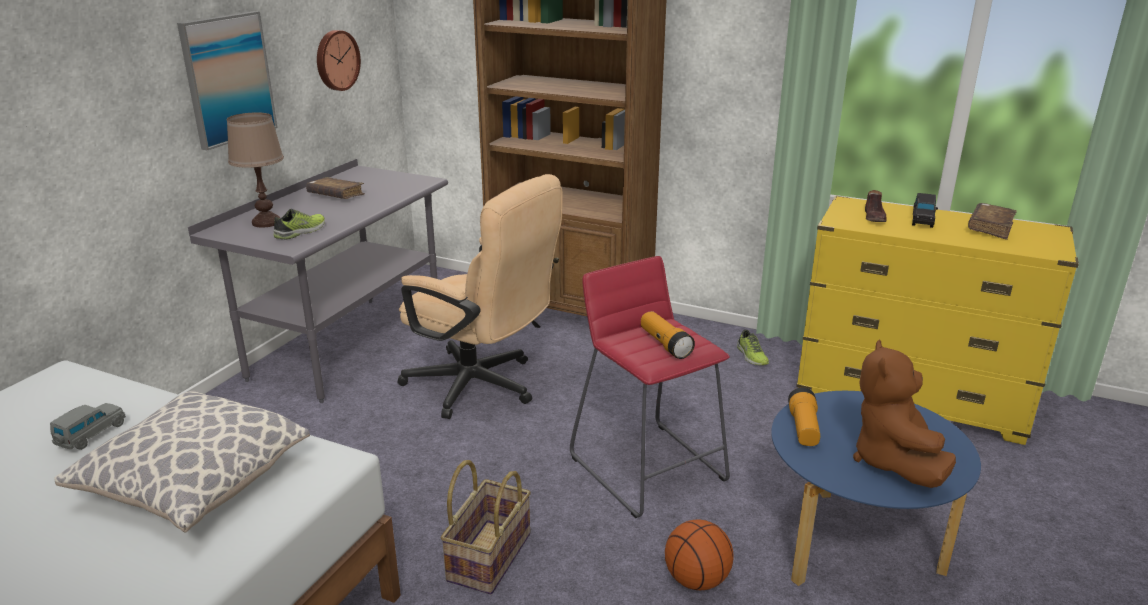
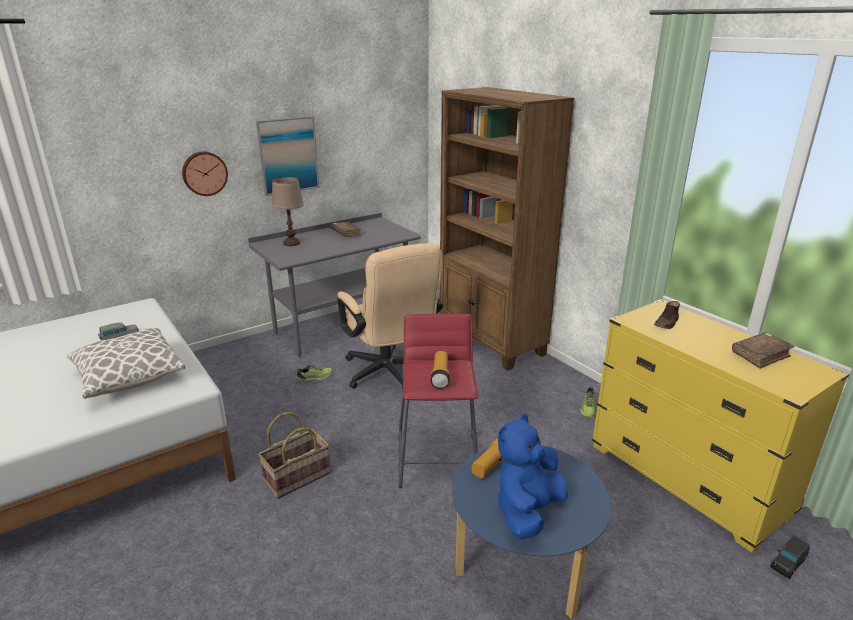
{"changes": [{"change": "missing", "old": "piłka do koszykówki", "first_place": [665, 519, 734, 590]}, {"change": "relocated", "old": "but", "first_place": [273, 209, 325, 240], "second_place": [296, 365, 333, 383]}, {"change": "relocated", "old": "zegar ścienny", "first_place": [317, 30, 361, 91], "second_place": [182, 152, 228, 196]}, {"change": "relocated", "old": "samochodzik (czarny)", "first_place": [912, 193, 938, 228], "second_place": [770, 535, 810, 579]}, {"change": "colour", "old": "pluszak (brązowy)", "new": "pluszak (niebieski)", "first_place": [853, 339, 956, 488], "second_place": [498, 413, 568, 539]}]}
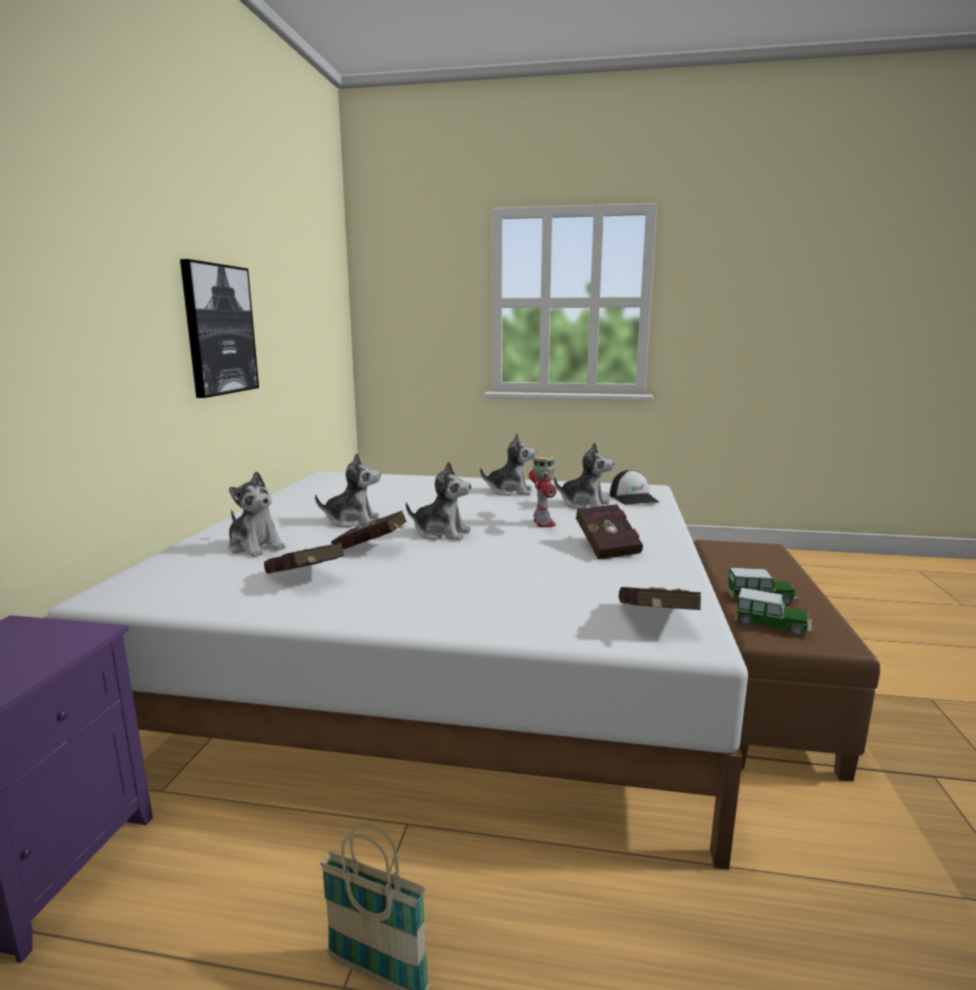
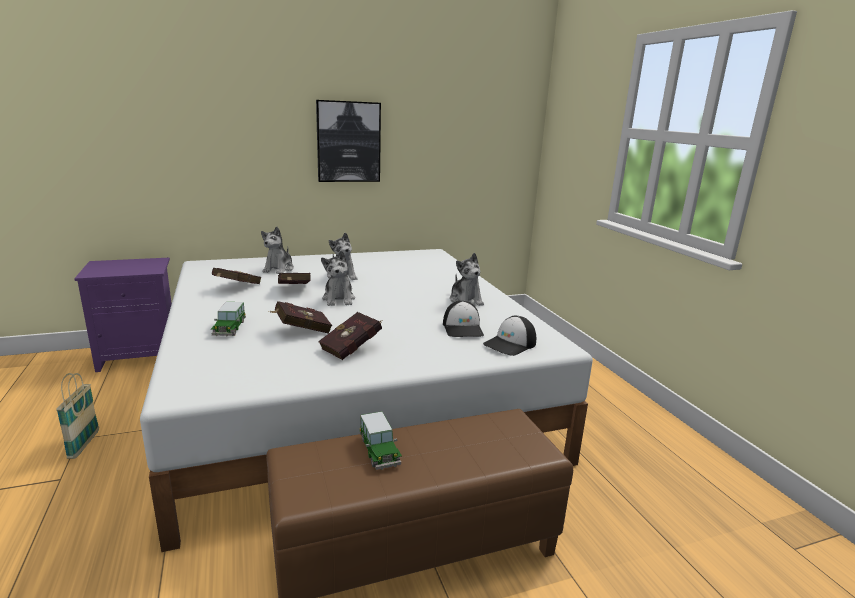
{"changes": [{"change": "missing", "old": "robot zabawkowy", "first_place": [529, 455, 557, 527]}, {"change": "relocated", "old": "książka (czerwony)", "first_place": [619, 587, 701, 610], "second_place": [269, 301, 332, 334]}, {"change": "relocated", "old": "samochodzik", "first_place": [734, 588, 813, 636], "second_place": [211, 302, 246, 337]}, {"change": "exchanged", "old": "pluszak", "new": "czapka z daszkiem", "first_place": [554, 442, 614, 509], "second_place": [443, 301, 484, 337]}]}
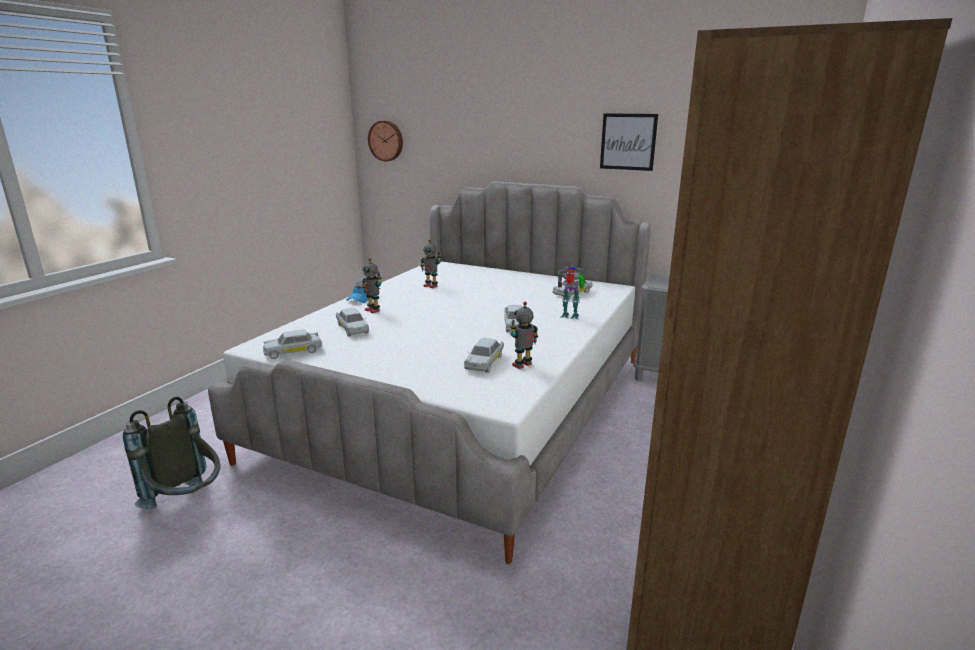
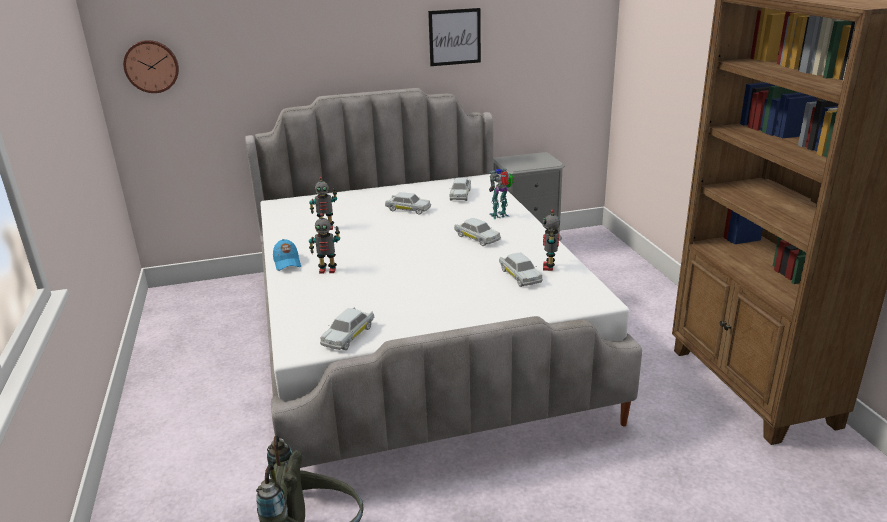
{"changes": [{"change": "relocated", "old": "samochodzik (biały)", "first_place": [336, 308, 369, 336], "second_place": [385, 192, 431, 215]}]}
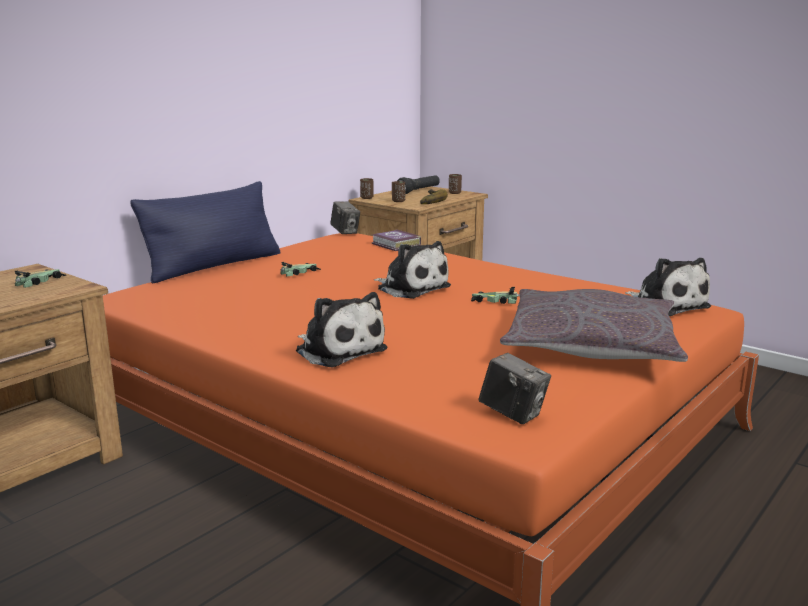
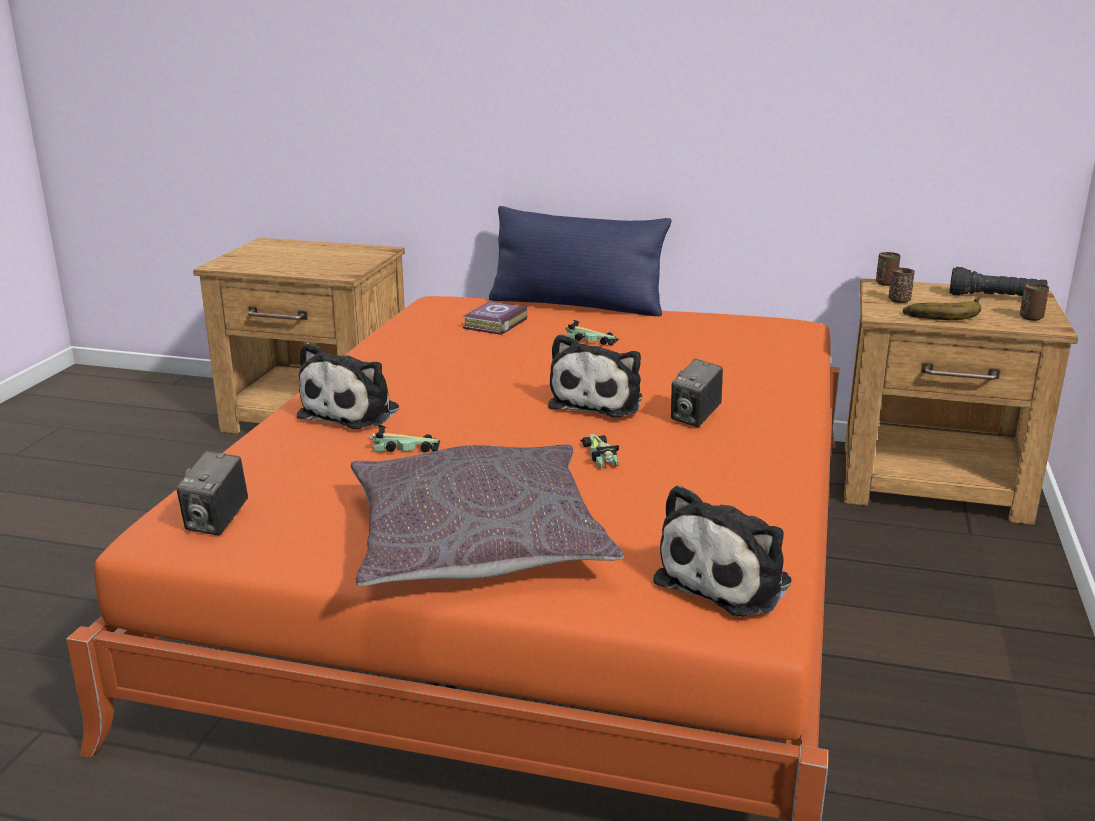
{"changes": [{"change": "relocated", "old": "samochodzik", "first_place": [14, 269, 66, 288], "second_place": [369, 425, 440, 452]}, {"change": "relocated", "old": "aparat fotograficzny", "first_place": [330, 201, 360, 234], "second_place": [671, 359, 723, 427]}, {"change": "relocated", "old": "książka", "first_place": [372, 229, 421, 251], "second_place": [463, 302, 528, 335]}]}
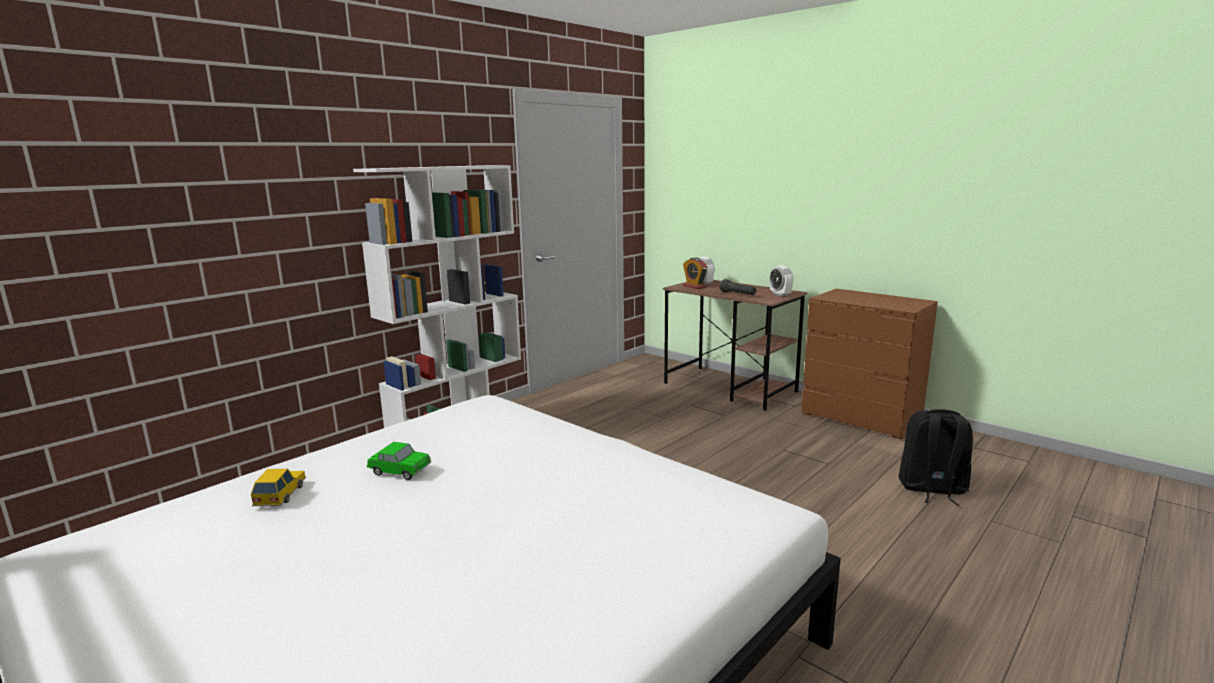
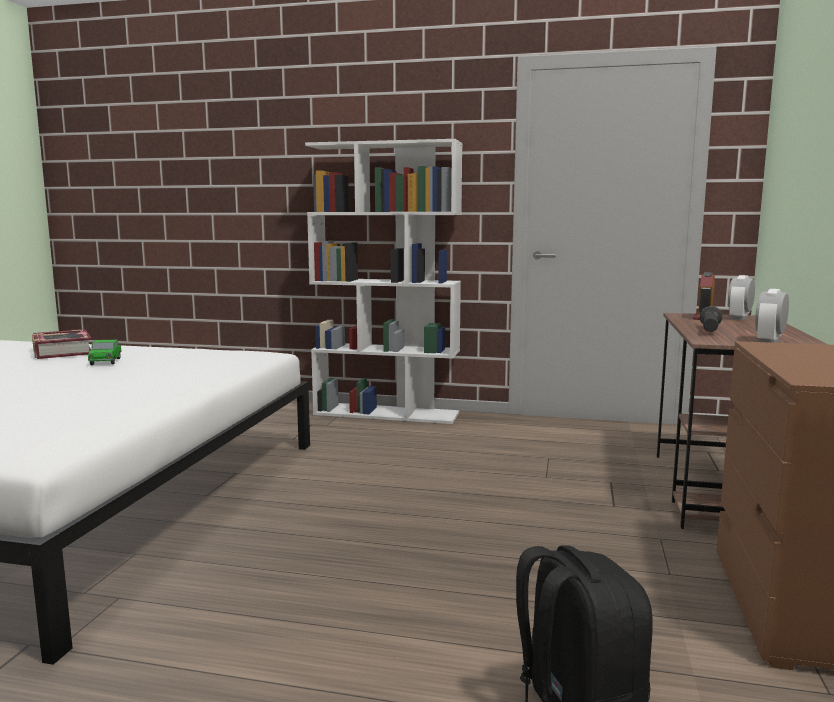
{"changes": [{"change": "exchanged", "old": "samochodzik", "new": "książka", "first_place": [251, 469, 306, 506], "second_place": [32, 329, 92, 359]}]}
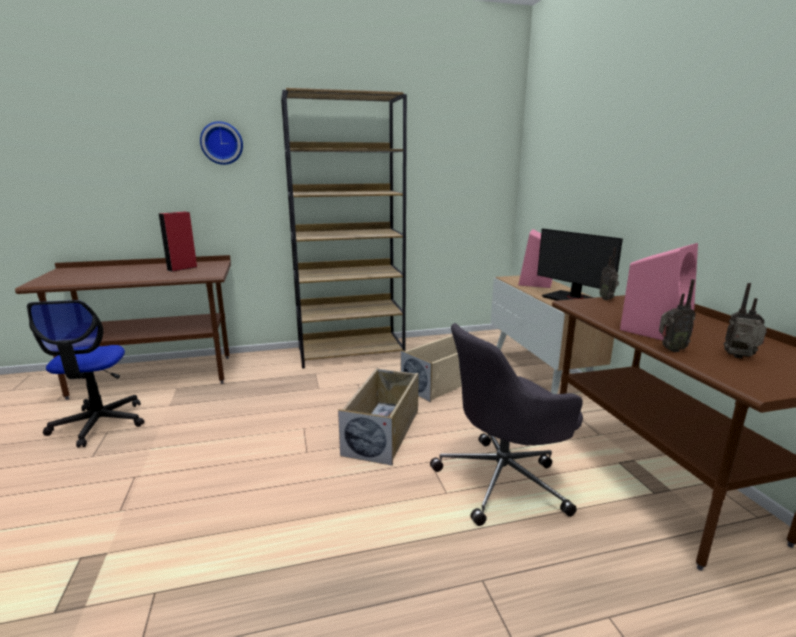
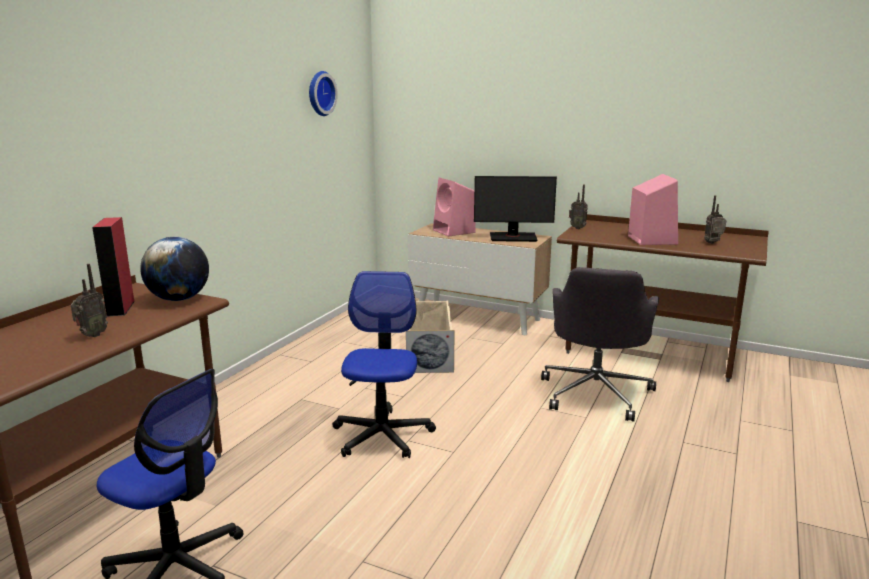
{"changes": [{"change": "missing", "old": "regał (brązowy)", "first_place": [281, 88, 407, 369]}, {"change": "missing", "old": "pojemnik do przechowywania (beżowy)", "first_place": [338, 368, 419, 466]}, {"change": "appeared", "new": "globus", "second_place": [140, 237, 209, 301]}, {"change": "appeared", "new": "krzesło biurowe", "second_place": [332, 271, 436, 458]}, {"change": "relocated", "old": "zegar ścienny", "first_place": [200, 121, 243, 165], "second_place": [309, 71, 338, 116]}, {"change": "relocated", "old": "radio", "first_place": [659, 279, 696, 352], "second_place": [71, 264, 108, 337]}]}
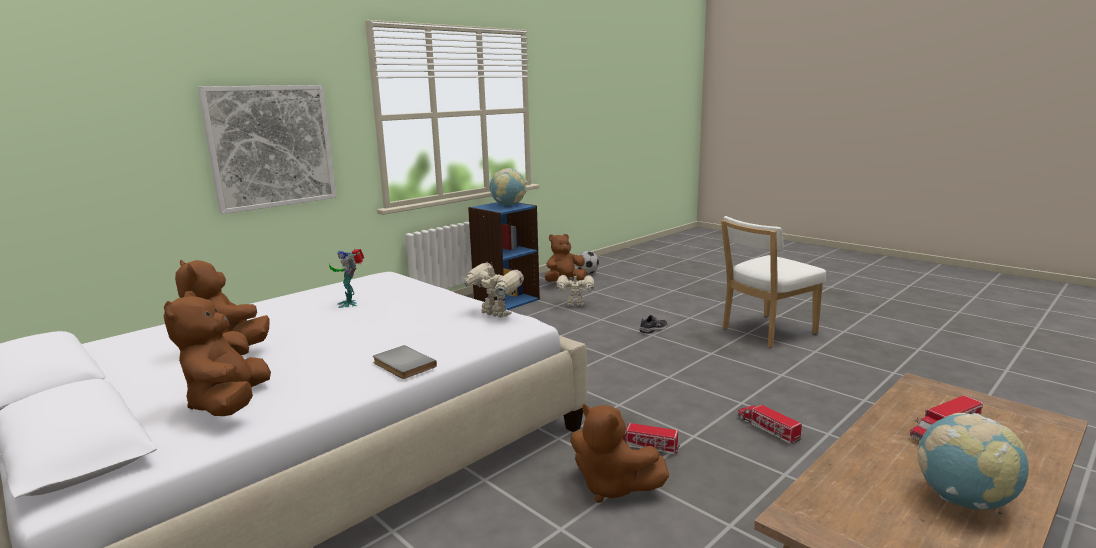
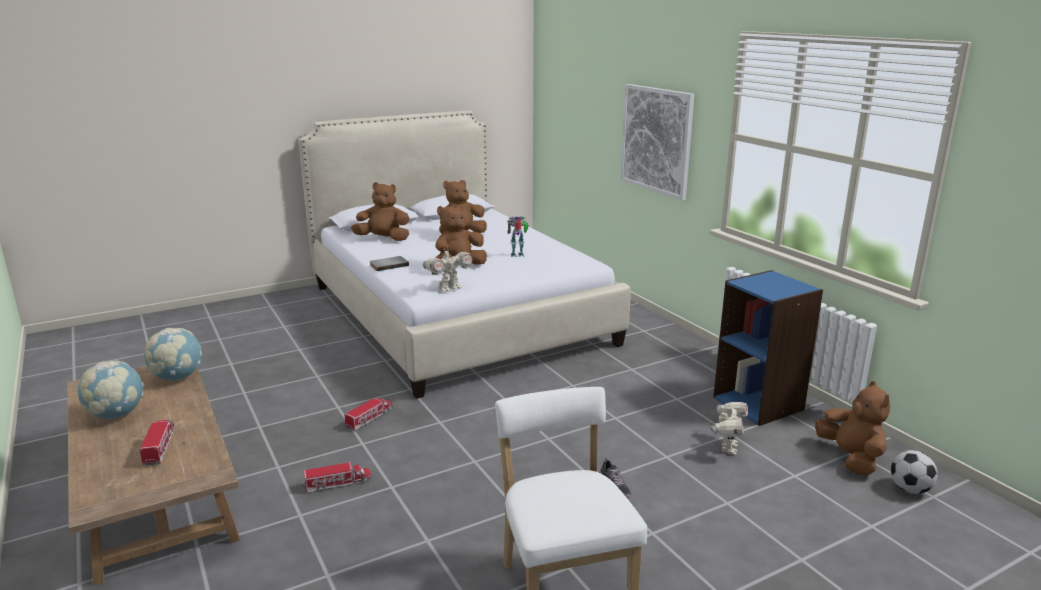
{"changes": [{"change": "relocated", "old": "globus", "first_place": [490, 168, 527, 206], "second_place": [144, 328, 202, 380]}, {"change": "relocated", "old": "pluszak (brązowy)", "first_place": [570, 404, 670, 503], "second_place": [435, 205, 487, 265]}]}
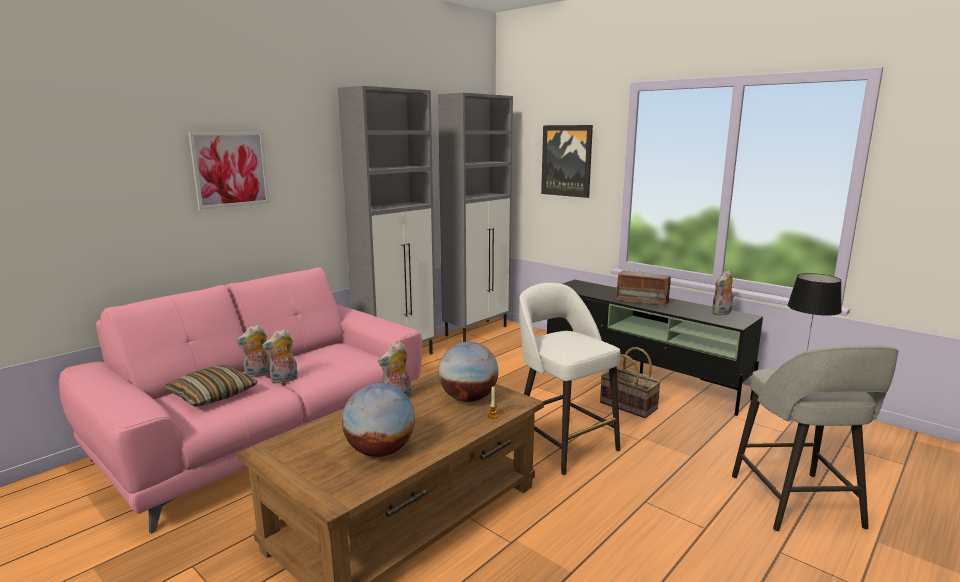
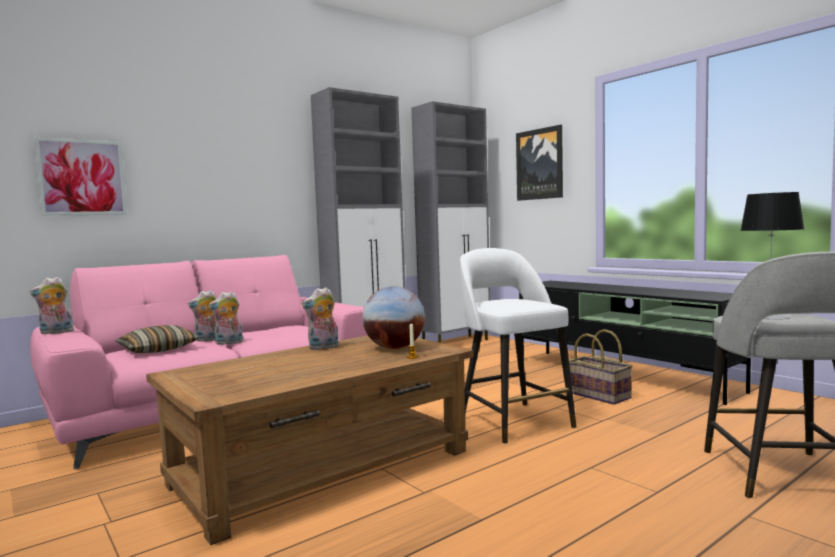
{"changes": [{"change": "missing", "old": "globus", "first_place": [342, 383, 415, 457]}, {"change": "missing", "old": "radio", "first_place": [614, 270, 671, 306]}, {"change": "relocated", "old": "obraz", "first_place": [188, 132, 269, 209], "second_place": [34, 137, 127, 216]}, {"change": "relocated", "old": "pluszak", "first_place": [711, 270, 735, 315], "second_place": [30, 277, 74, 334]}]}
